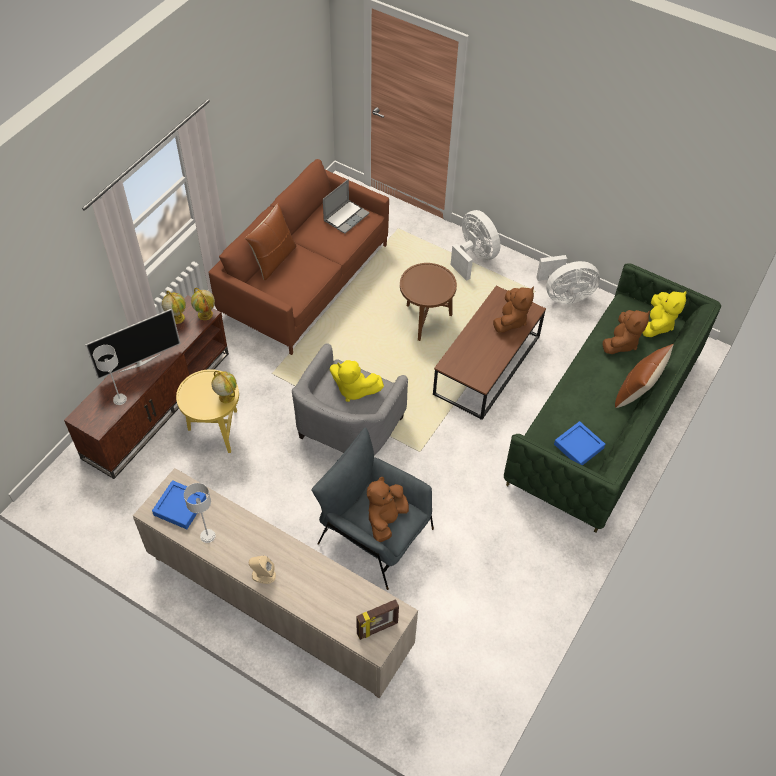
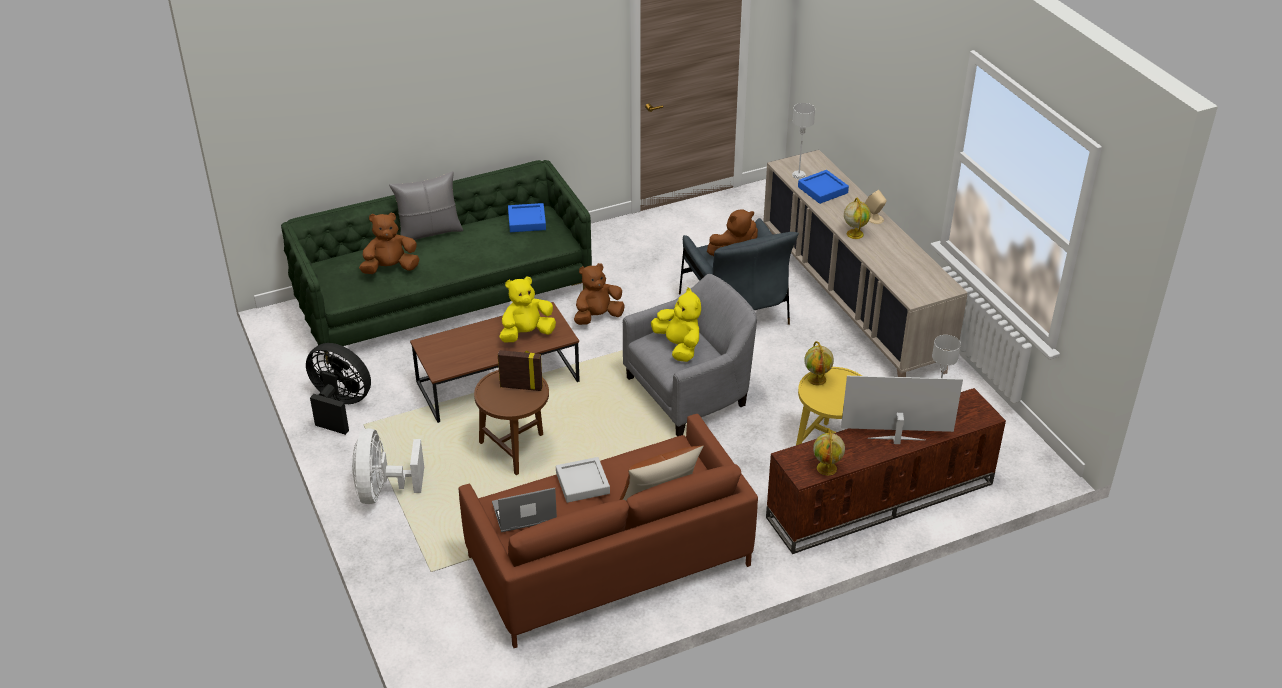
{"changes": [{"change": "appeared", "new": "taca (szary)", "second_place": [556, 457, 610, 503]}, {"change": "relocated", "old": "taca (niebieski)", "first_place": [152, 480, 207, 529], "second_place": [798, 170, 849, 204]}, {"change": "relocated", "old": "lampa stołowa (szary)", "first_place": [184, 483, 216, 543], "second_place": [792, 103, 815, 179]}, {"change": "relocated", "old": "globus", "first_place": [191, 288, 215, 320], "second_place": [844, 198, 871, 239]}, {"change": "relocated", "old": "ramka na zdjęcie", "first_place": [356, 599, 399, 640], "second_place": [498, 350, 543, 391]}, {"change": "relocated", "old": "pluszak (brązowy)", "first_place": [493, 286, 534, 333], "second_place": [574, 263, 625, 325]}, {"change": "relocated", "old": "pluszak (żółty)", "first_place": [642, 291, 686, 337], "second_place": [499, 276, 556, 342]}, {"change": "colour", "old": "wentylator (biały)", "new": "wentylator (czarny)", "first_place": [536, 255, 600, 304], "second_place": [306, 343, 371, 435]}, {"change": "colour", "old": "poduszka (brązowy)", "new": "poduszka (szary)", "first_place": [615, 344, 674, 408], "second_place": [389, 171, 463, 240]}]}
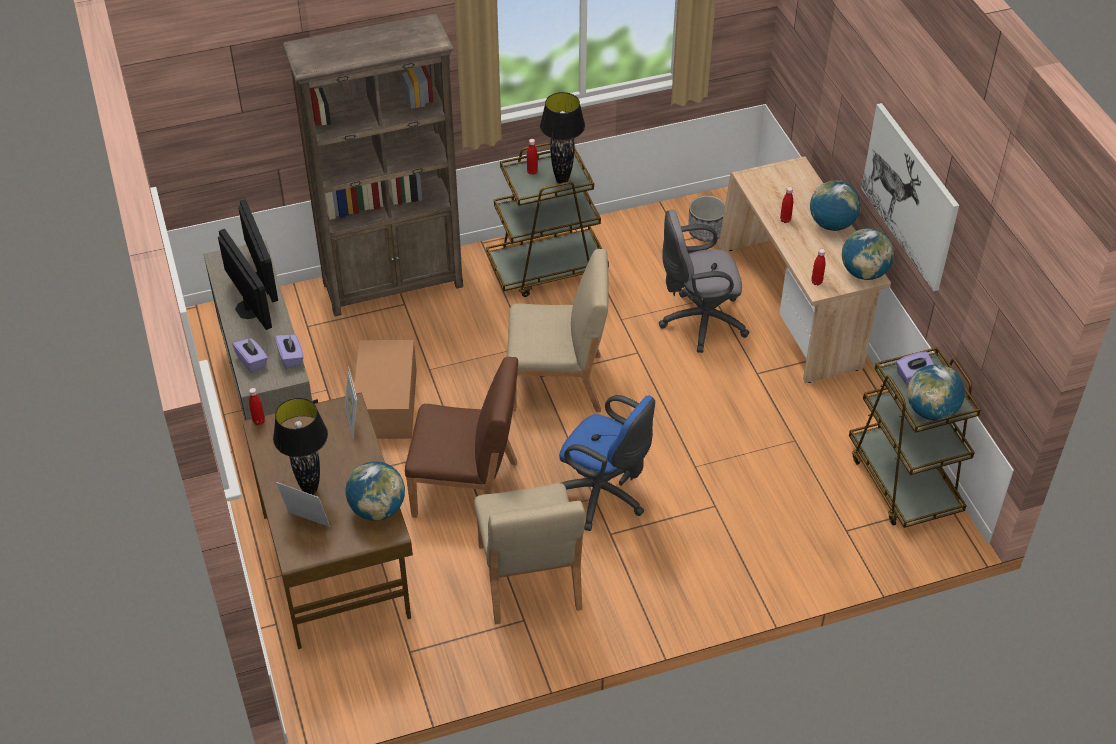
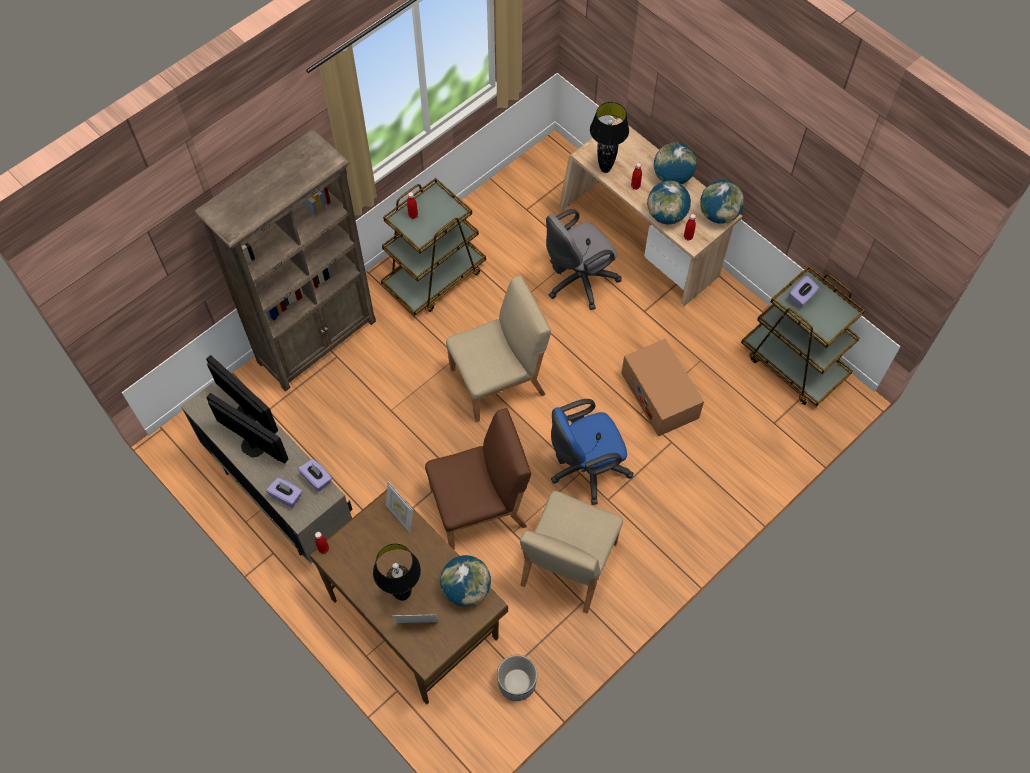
{"changes": [{"change": "missing", "old": "obraz", "first_place": [861, 103, 959, 291]}, {"change": "relocated", "old": "karton", "first_place": [354, 340, 417, 439], "second_place": [621, 339, 704, 437]}, {"change": "relocated", "old": "lampa stołowa (czarny)", "first_place": [540, 92, 585, 184], "second_place": [590, 102, 629, 173]}, {"change": "relocated", "old": "donica", "first_place": [688, 195, 725, 242], "second_place": [497, 655, 537, 701]}, {"change": "relocated", "old": "globus", "first_place": [907, 364, 965, 421], "second_place": [647, 181, 691, 224]}, {"change": "spun", "old": "krzesło (beżowy)", "first_place": [474, 483, 585, 624], "second_place": [520, 491, 623, 613], "degrees": 60}, {"change": "spun", "old": "krzesło biurowe (niebieski)", "first_place": [559, 395, 655, 531], "second_place": [551, 399, 633, 505], "degrees": 150}]}
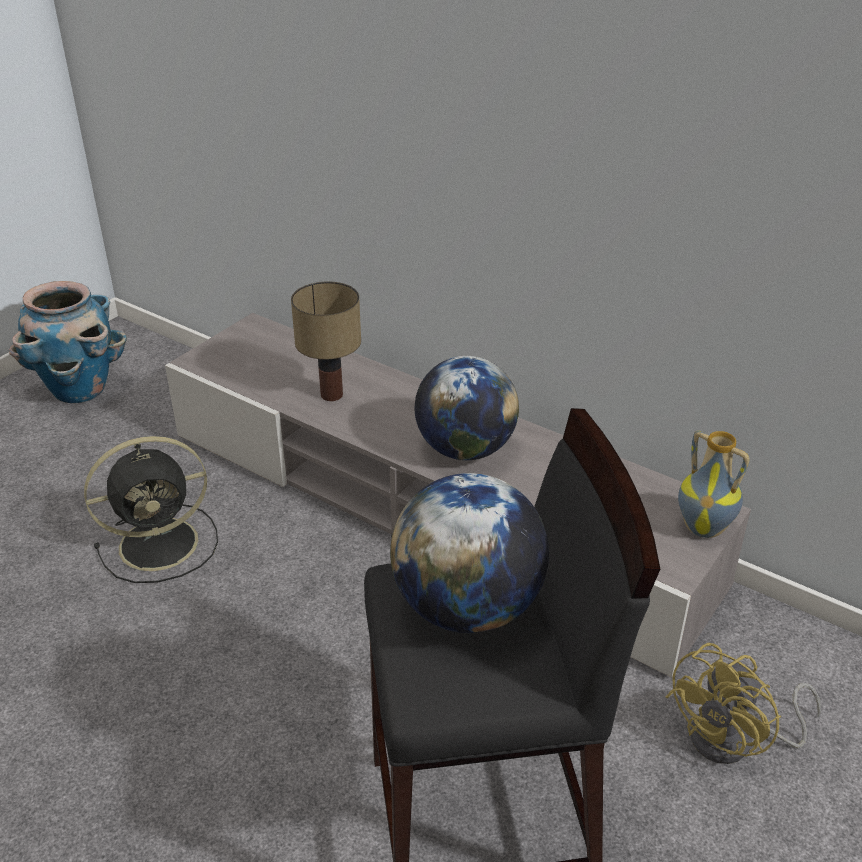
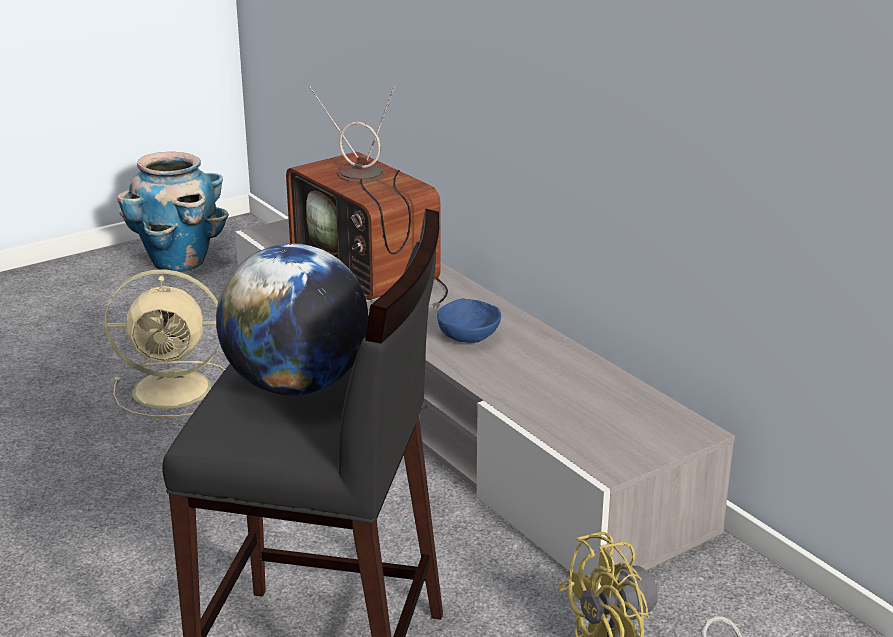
{"changes": [{"change": "missing", "old": "wazon", "first_place": [678, 431, 749, 538]}, {"change": "exchanged", "old": "lampa stołowa", "new": "telewizor", "first_place": [291, 282, 361, 401], "second_place": [286, 86, 448, 309]}, {"change": "exchanged", "old": "globus", "new": "miska (niebieski)", "first_place": [415, 356, 519, 460], "second_place": [437, 298, 501, 343]}, {"change": "colour", "old": "wentylator (czarny)", "new": "wentylator (beżowy)", "first_place": [84, 436, 218, 583], "second_place": [105, 269, 225, 417]}]}
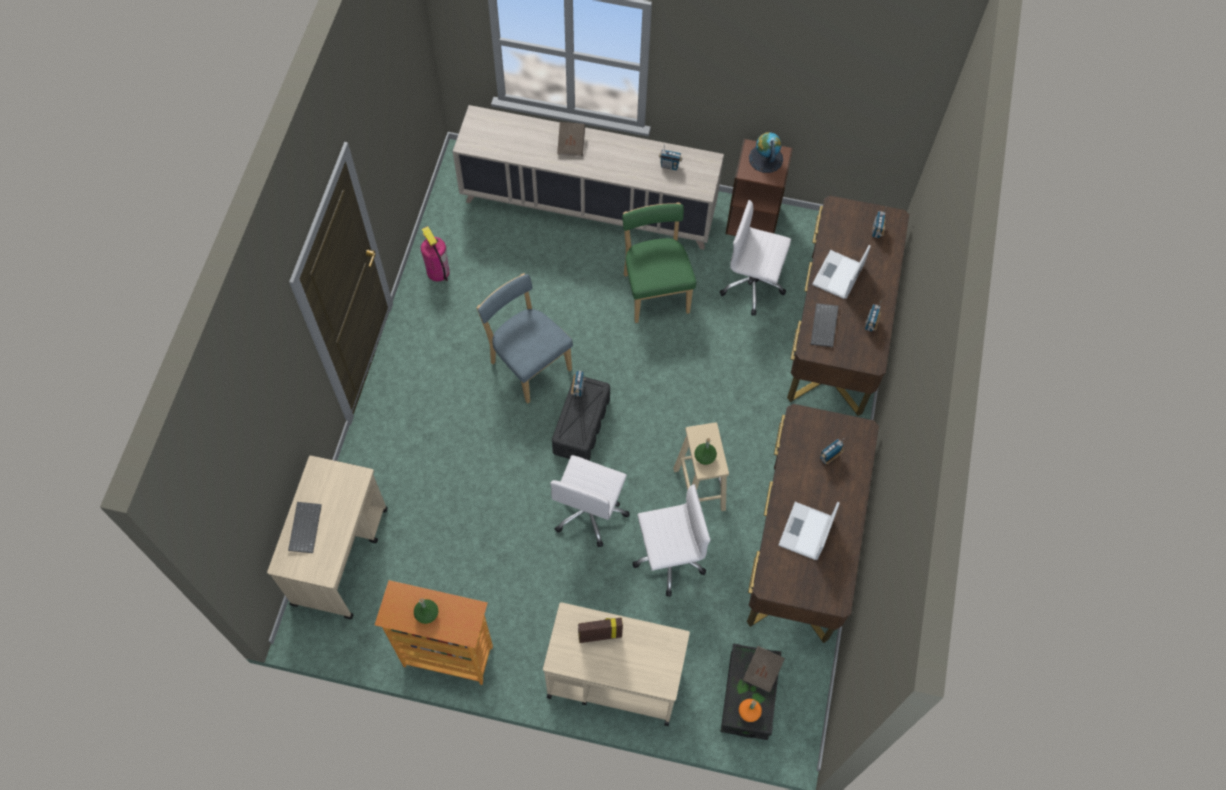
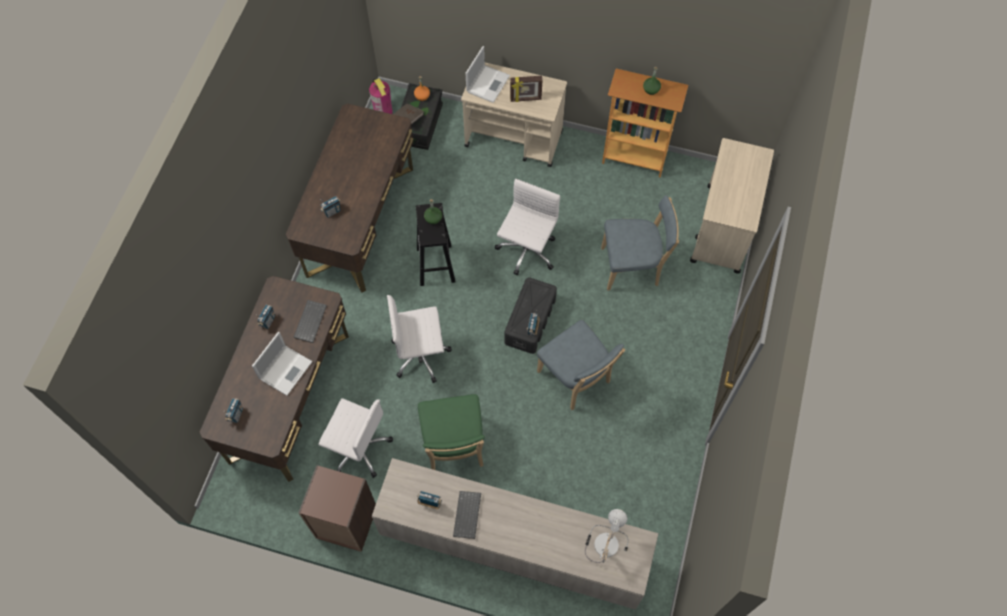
{"changes": [{"change": "missing", "old": "książka (brązowy)", "first_place": [557, 122, 585, 156]}, {"change": "missing", "old": "globus", "first_place": [749, 132, 783, 173]}, {"change": "appeared", "new": "lampa stołowa", "second_place": [585, 509, 628, 563]}, {"change": "appeared", "new": "krzesło (niebieski)", "second_place": [601, 195, 679, 291]}, {"change": "relocated", "old": "klawiatura", "first_place": [288, 502, 322, 553], "second_place": [453, 491, 481, 539]}, {"change": "relocated", "old": "gaśnica", "first_place": [421, 226, 450, 281], "second_place": [369, 78, 393, 114]}, {"change": "relocated", "old": "krzesło biurowe (biały)", "first_place": [632, 484, 710, 597], "second_place": [387, 295, 452, 383]}, {"change": "relocated", "old": "laptop", "first_place": [778, 502, 840, 560], "second_place": [466, 46, 510, 103]}, {"change": "colour", "old": "stołek (beżowy)", "new": "stołek (czarny)", "first_place": [673, 422, 729, 511], "second_place": [416, 203, 455, 286]}]}
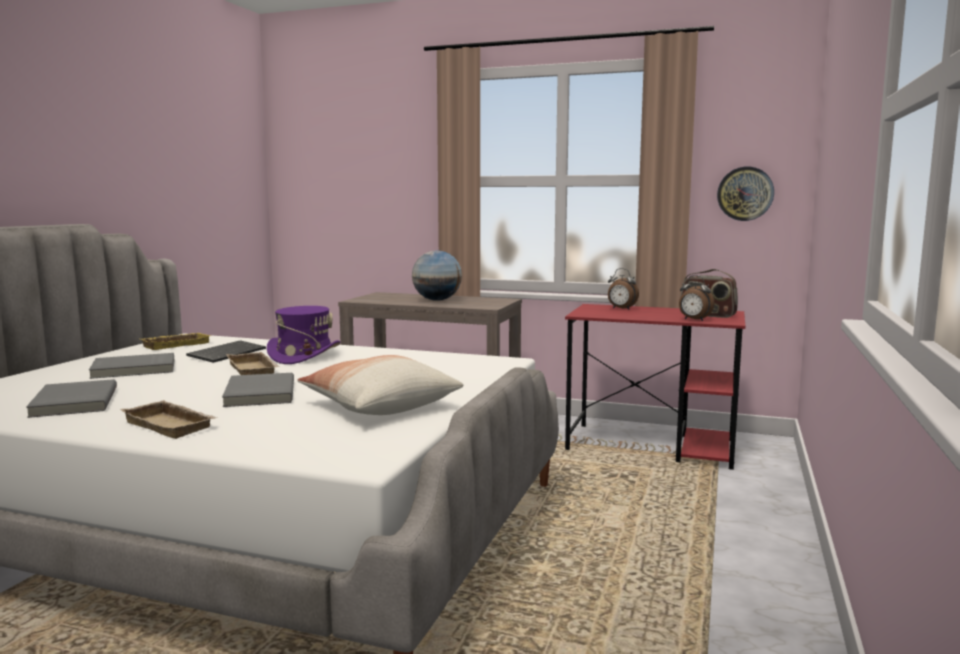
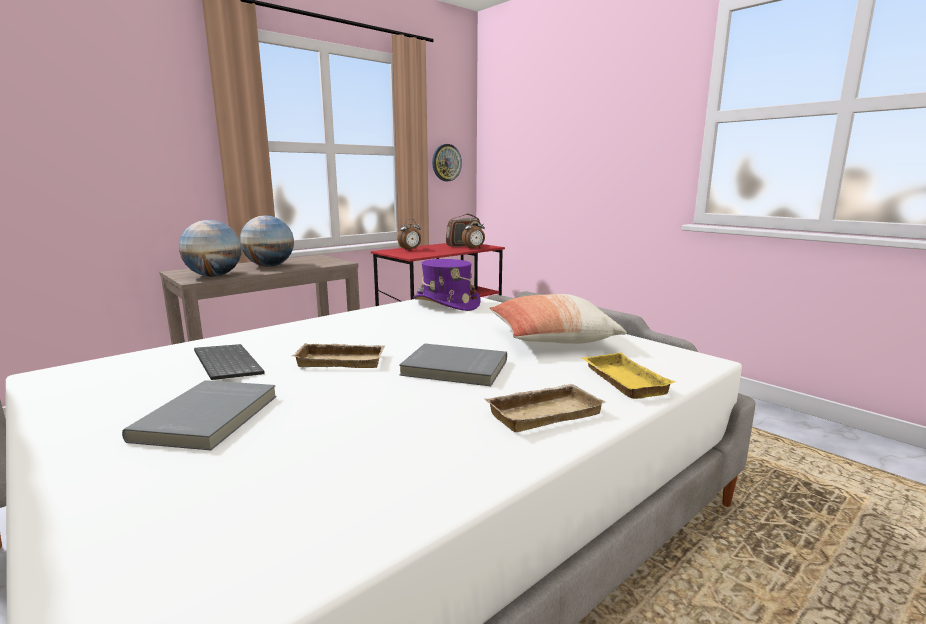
{"changes": [{"change": "missing", "old": "książka (szary)", "first_place": [26, 379, 117, 418]}, {"change": "appeared", "new": "globus", "second_place": [179, 220, 242, 277]}, {"change": "relocated", "old": "taca (żółty)", "first_place": [140, 333, 211, 350], "second_place": [582, 353, 675, 399]}, {"change": "relocated", "old": "kapelusz (fioletowy)", "first_place": [267, 306, 340, 364], "second_place": [413, 259, 481, 311]}]}
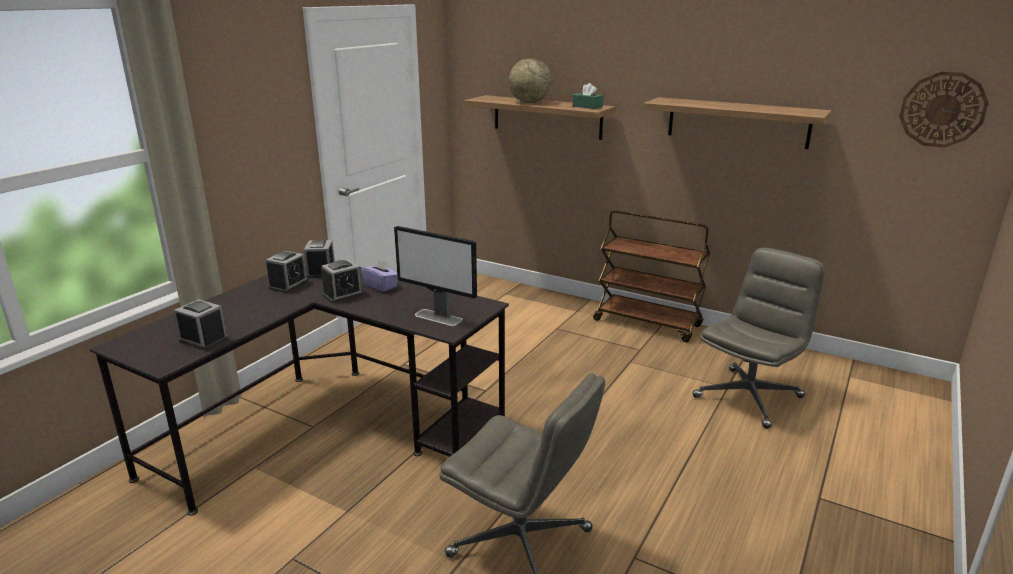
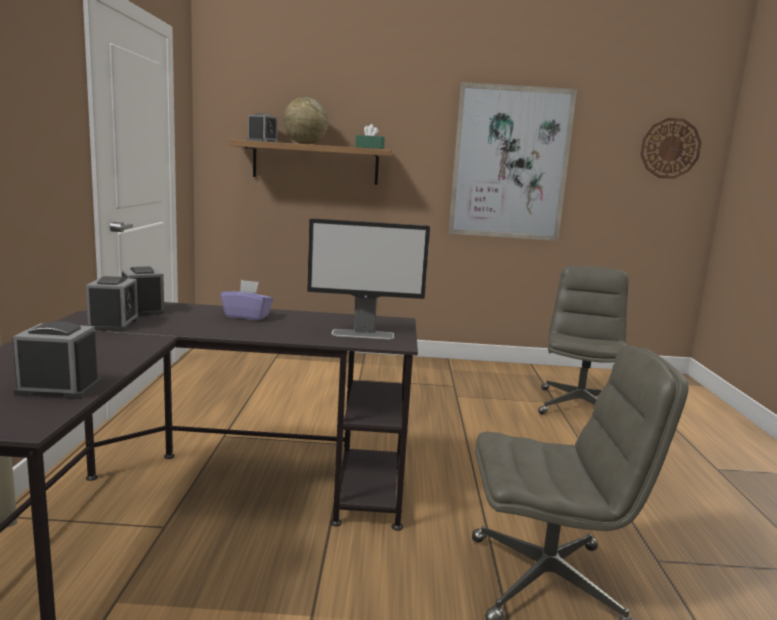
{"changes": [{"change": "missing", "old": "wózek (brązowy)", "first_place": [593, 210, 710, 342]}, {"change": "relocated", "old": "budzik", "first_place": [321, 259, 364, 303], "second_place": [247, 113, 278, 142]}, {"change": "exchanged", "old": "półka", "new": "obraz", "first_place": [643, 97, 832, 149], "second_place": [448, 82, 577, 241]}]}
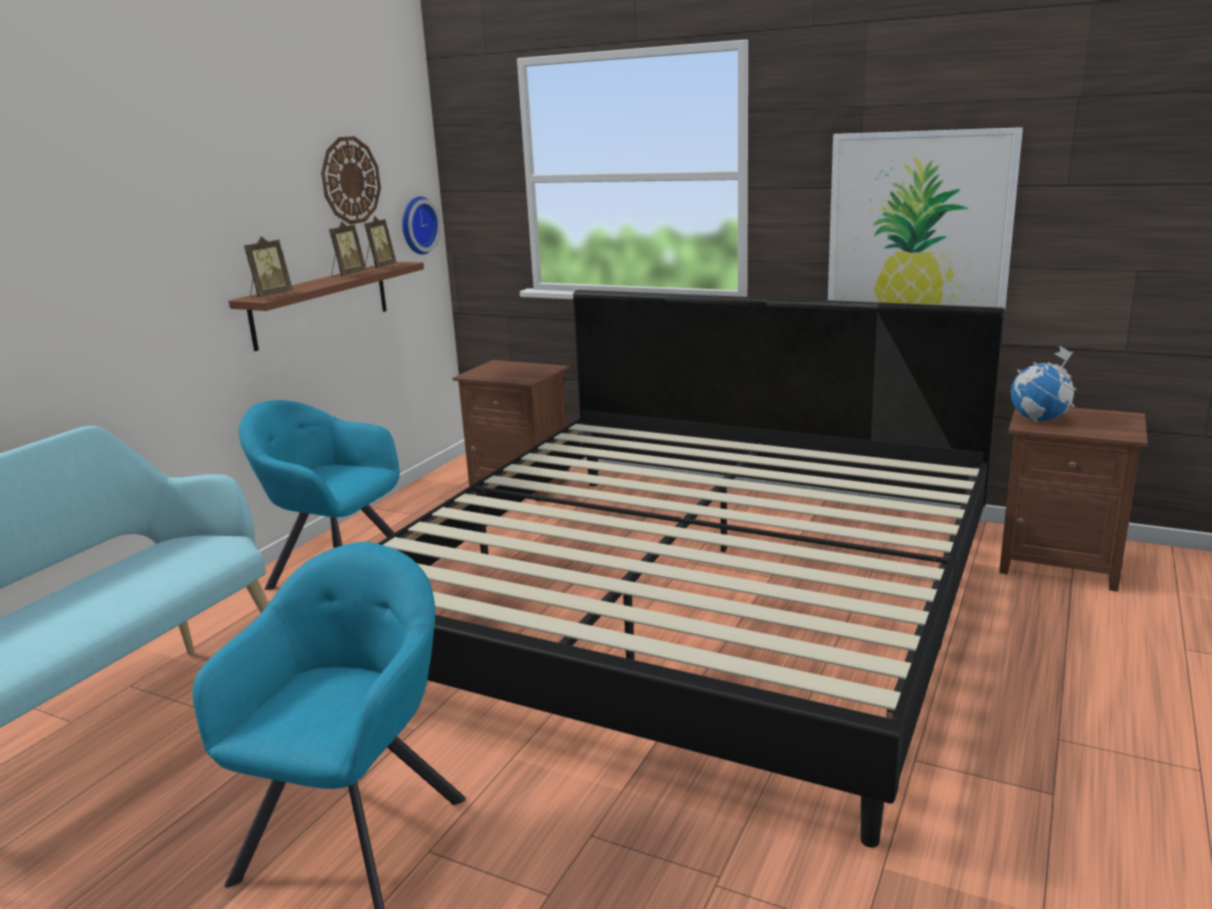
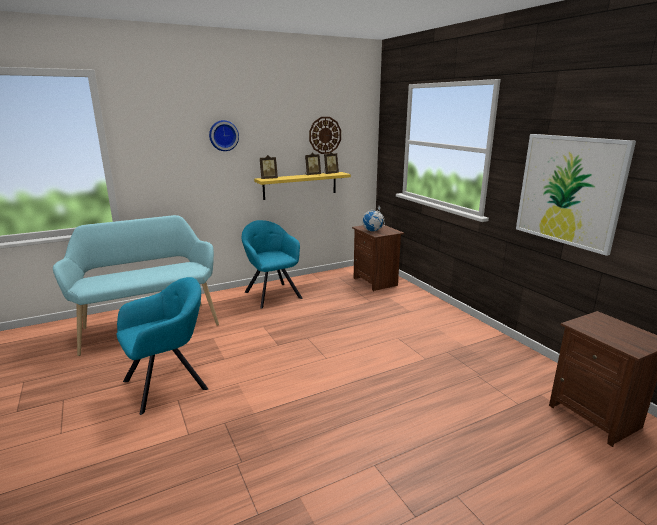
{"changes": [{"change": "missing", "old": "łóżko", "first_place": [378, 290, 1005, 848]}, {"change": "relocated", "old": "zegar ścienny", "first_place": [402, 196, 441, 255], "second_place": [209, 120, 239, 151]}, {"change": "relocated", "old": "globus", "first_place": [1011, 346, 1076, 422], "second_place": [362, 206, 385, 231]}, {"change": "colour", "old": "półka (brązowy)", "new": "półka (żółty)", "first_place": [229, 262, 424, 351], "second_place": [254, 172, 351, 200]}]}
